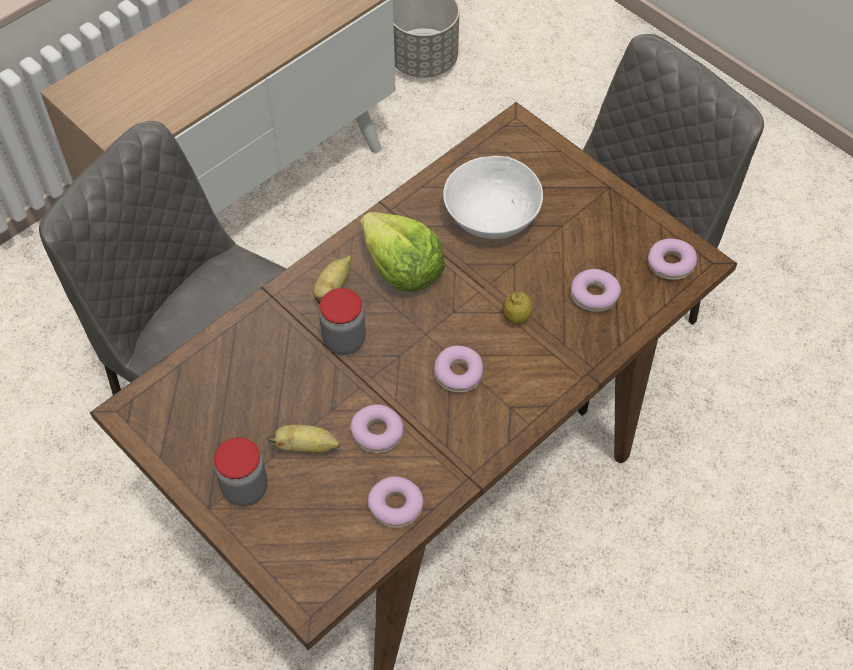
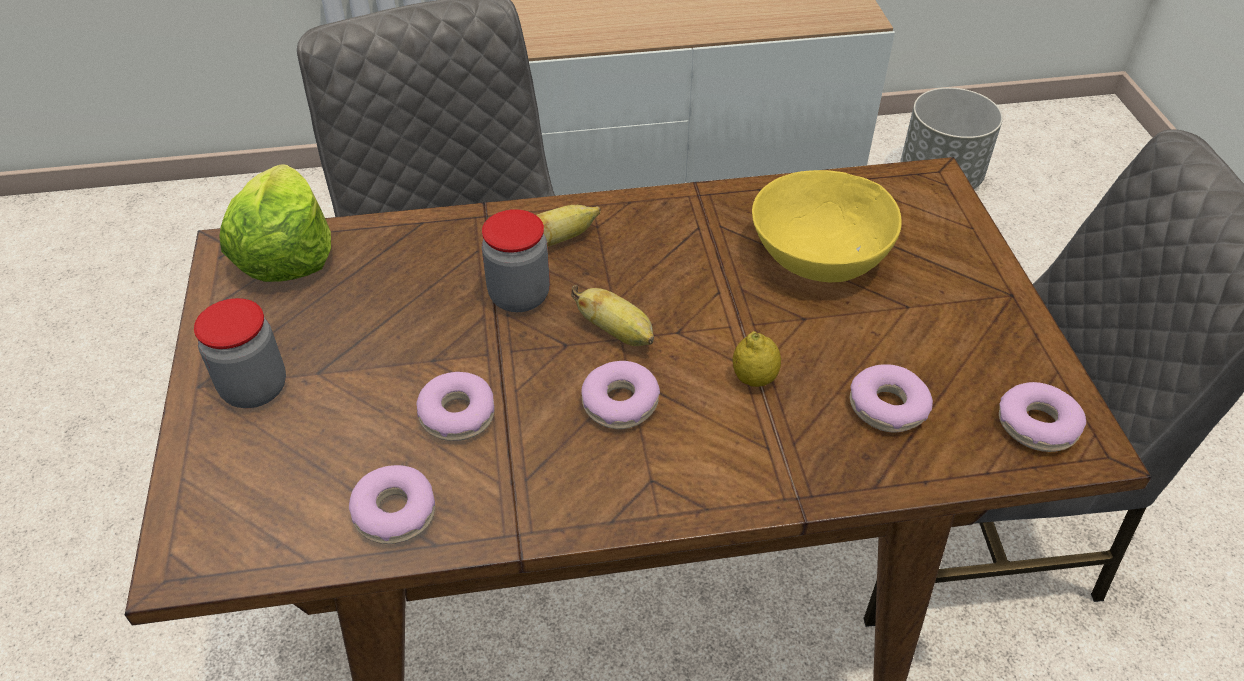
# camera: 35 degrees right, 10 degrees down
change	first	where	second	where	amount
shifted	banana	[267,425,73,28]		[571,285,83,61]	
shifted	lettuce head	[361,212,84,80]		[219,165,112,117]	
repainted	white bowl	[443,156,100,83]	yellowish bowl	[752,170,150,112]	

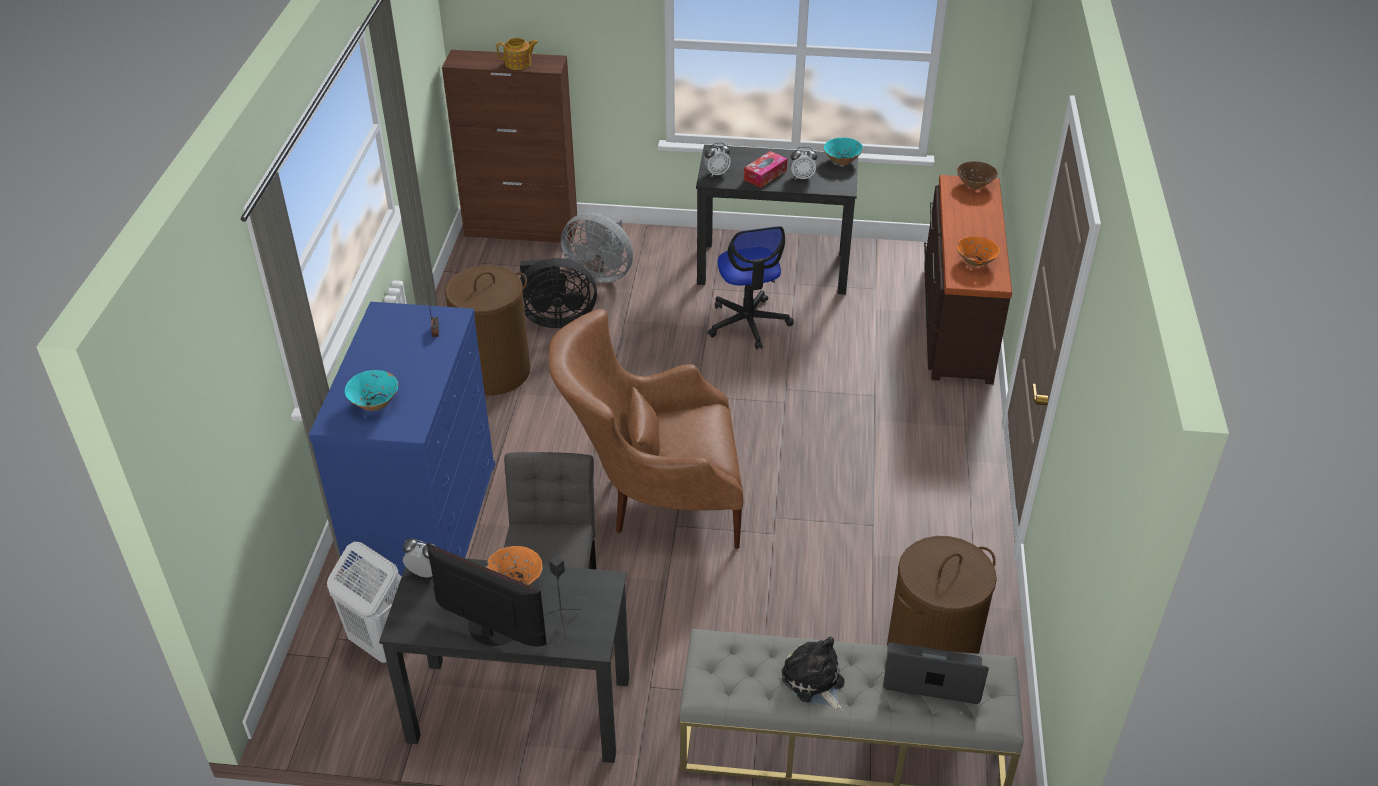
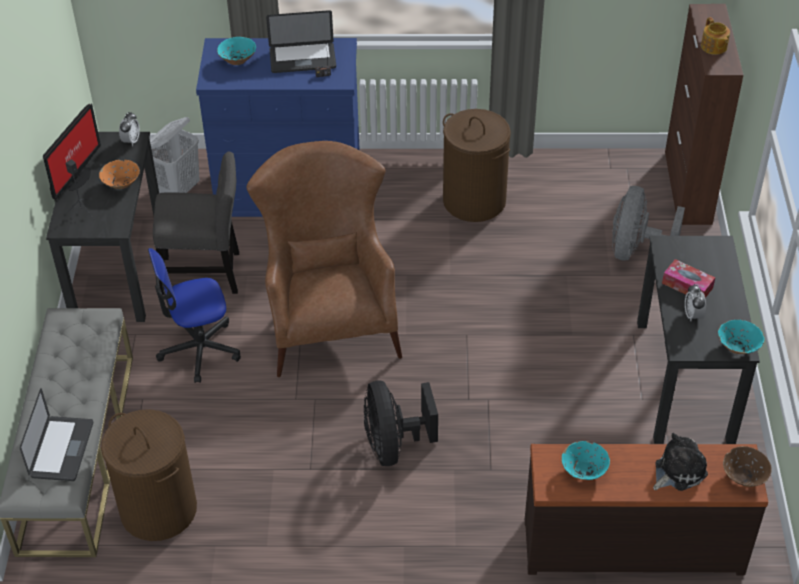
# camera: 85 degrees right, 5 degrees up
change	first	where	second	where	amount
gone	bedside clock	[704,142,27,35]			
new			portable computer	[266,10,70,63]	
shifted	black-coloured electric fan	[520,258,77,70]		[364,381,74,85]	
shifted	office chair	[708,226,86,123]		[148,248,93,135]	
shifted	cuddly toy	[782,637,62,74]		[653,433,55,58]	
repainted	orange-coloured bowl	[957,236,43,30]	turquoise bowl	[562,441,48,39]	

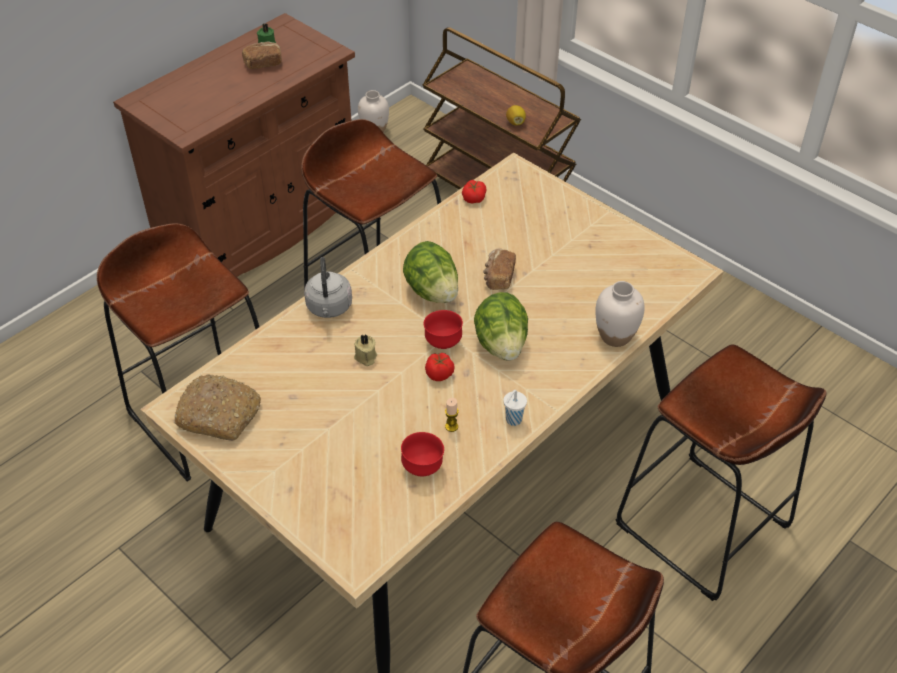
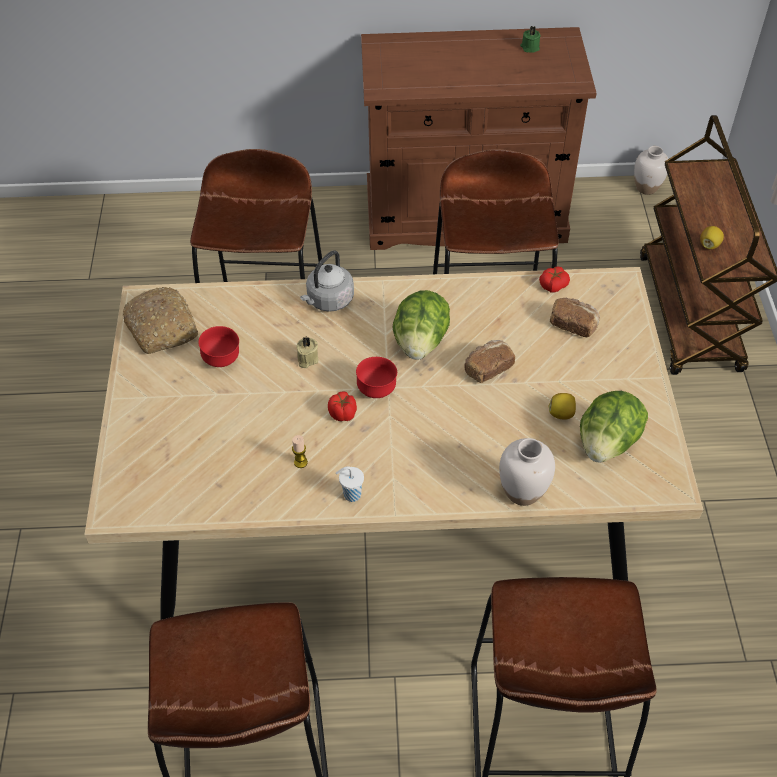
# camera: 45 degrees right, 5 degrees up
change	first	where	second	where	amount
new			citrus fruit	[549,393,27,27]	
shifted	baked bread	[242,41,40,28]		[550,298,50,39]	
shifted	red-coloured bowl	[401,432,43,44]		[198,326,41,41]	
shifted	lettuce head	[474,292,54,68]		[580,391,68,71]	

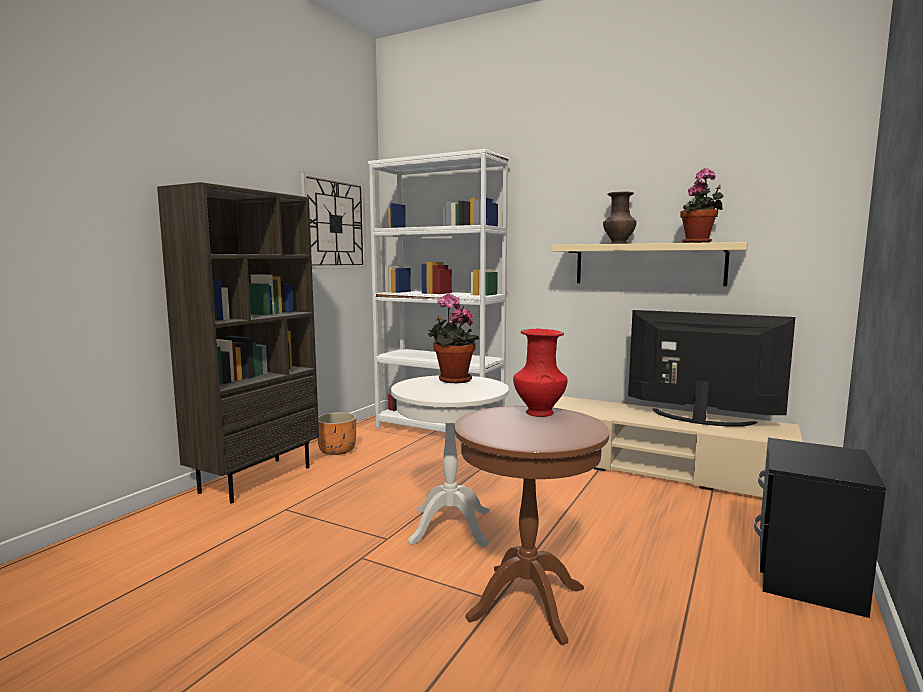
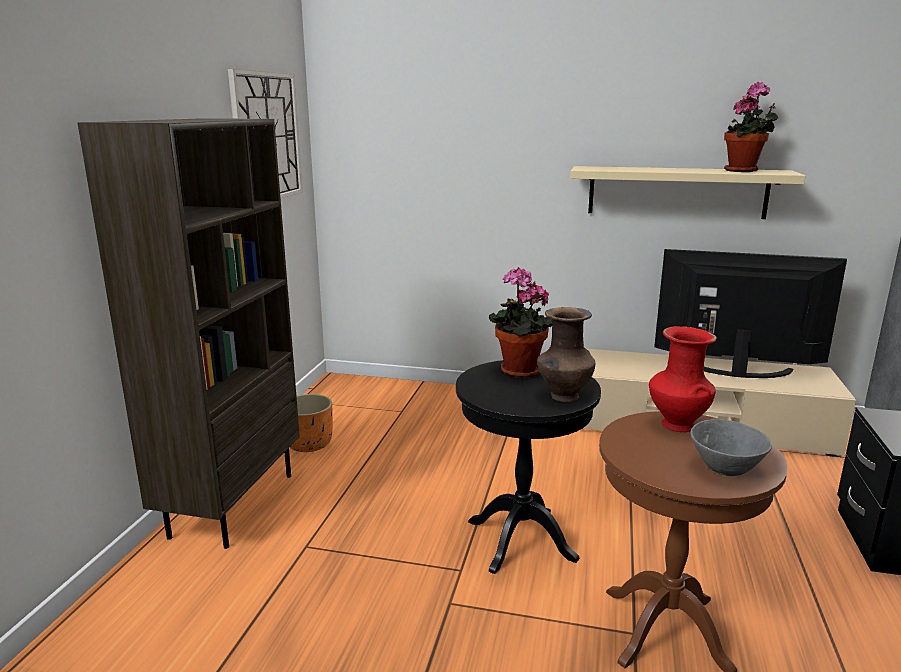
# camera: 15 degrees left, 10 degrees up
change	first	where	second	where	amount
gone	white bookcase	[368,149,141,283]			
new			gray bowl	[690,419,82,57]	
shifted	brownish decorative vase	[603,191,33,53]		[537,307,58,95]	
repainted	white end table	[391,375,118,172]	black-coloured end table	[456,360,145,214]	

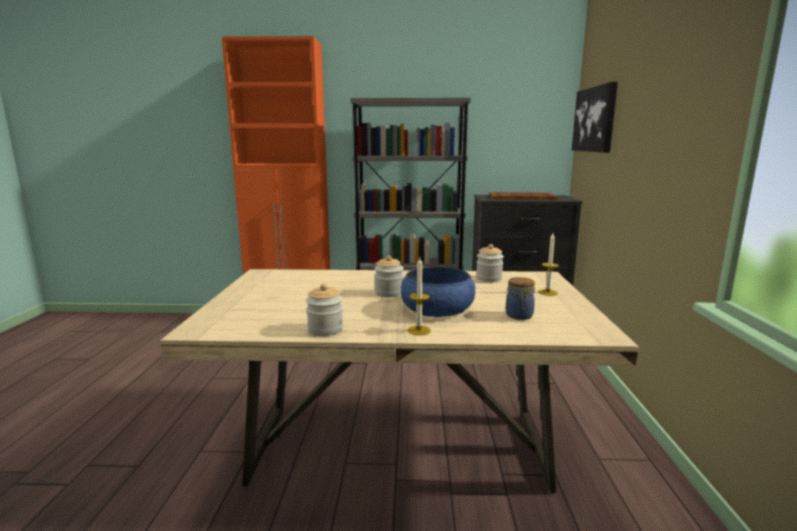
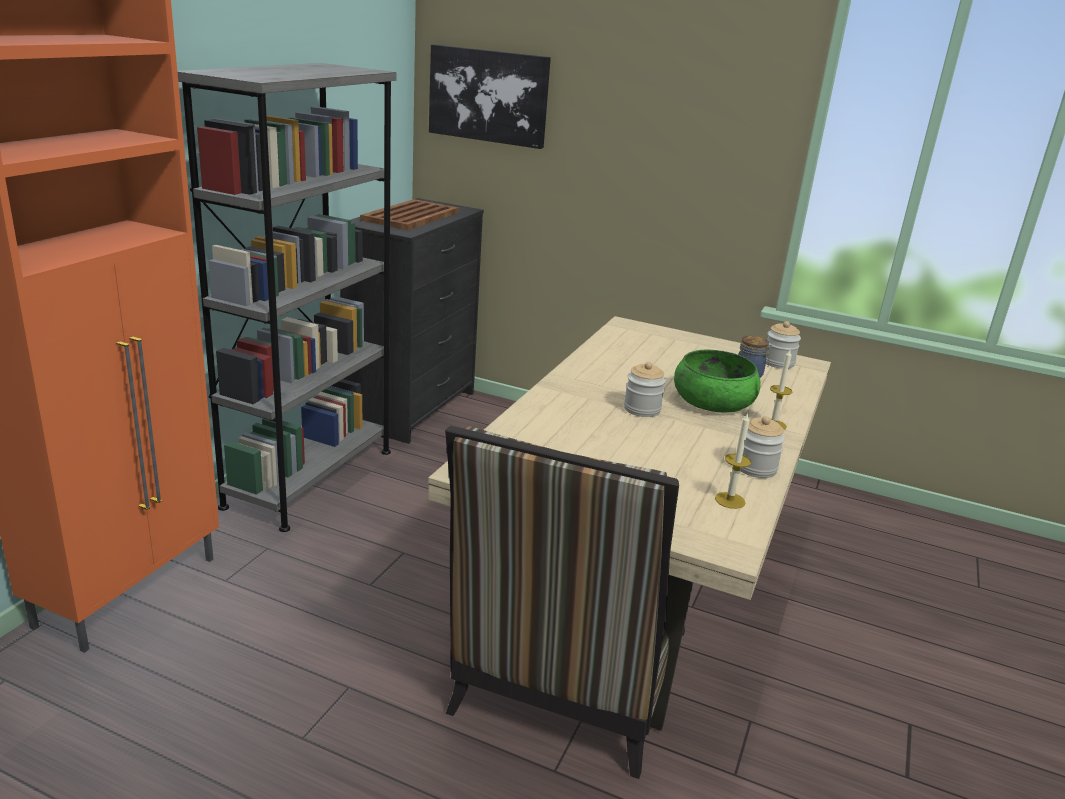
# camera: 70 degrees left, 10 degrees up
change	first	where	second	where	amount
new			upright chair	[445,426,240,353]	
shifted	storage jar	[476,244,28,38]		[766,321,35,48]	
shifted	wax candle	[538,234,21,62]		[715,412,37,97]	
repainted	blue-coloured bowl	[401,267,74,50]	green-coloured bowl	[674,350,86,62]	

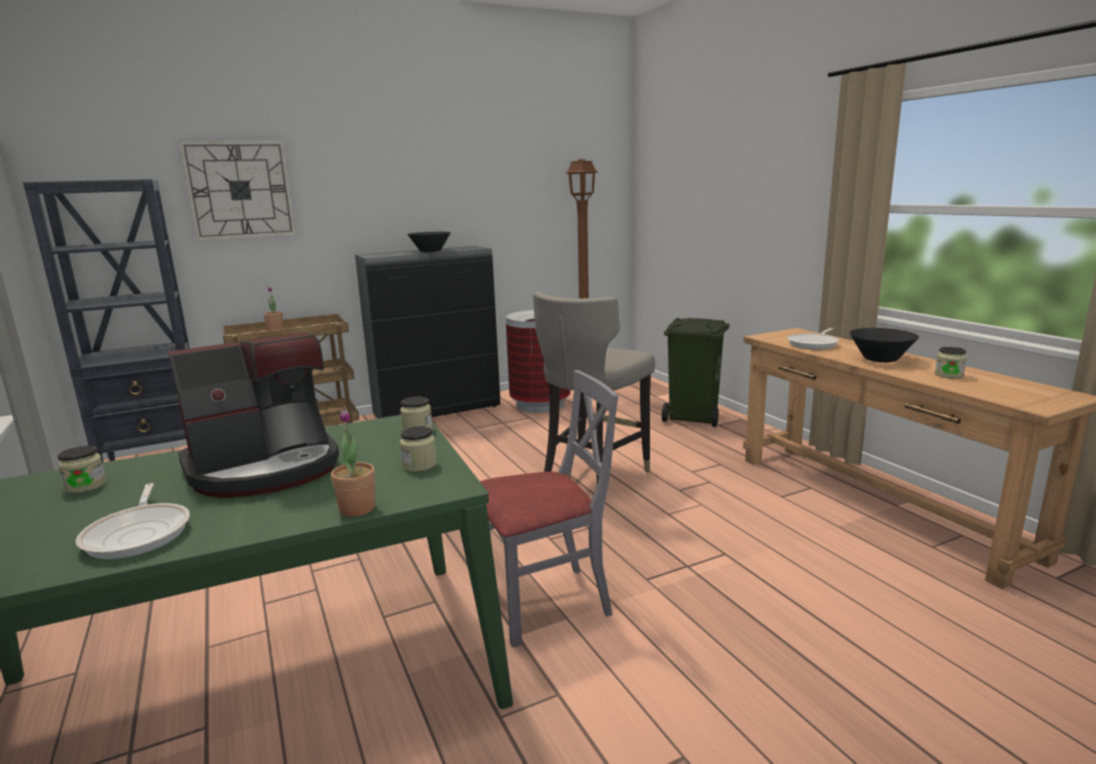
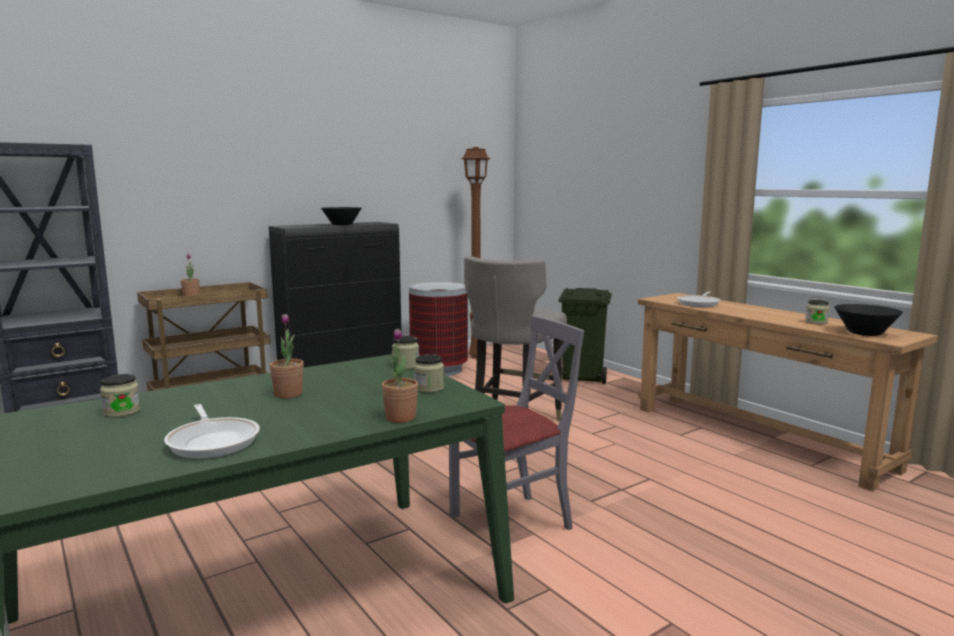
# camera: 10 degrees left, 5 degrees down
change	first	where	second	where	amount
gone	hanging clock	[179,141,117,100]			
shifted	black-coloured bowl	[850,328,69,35]		[834,304,69,32]	
swapped	coffee maker	[168,333,171,165]	houseplant	[270,314,34,84]	

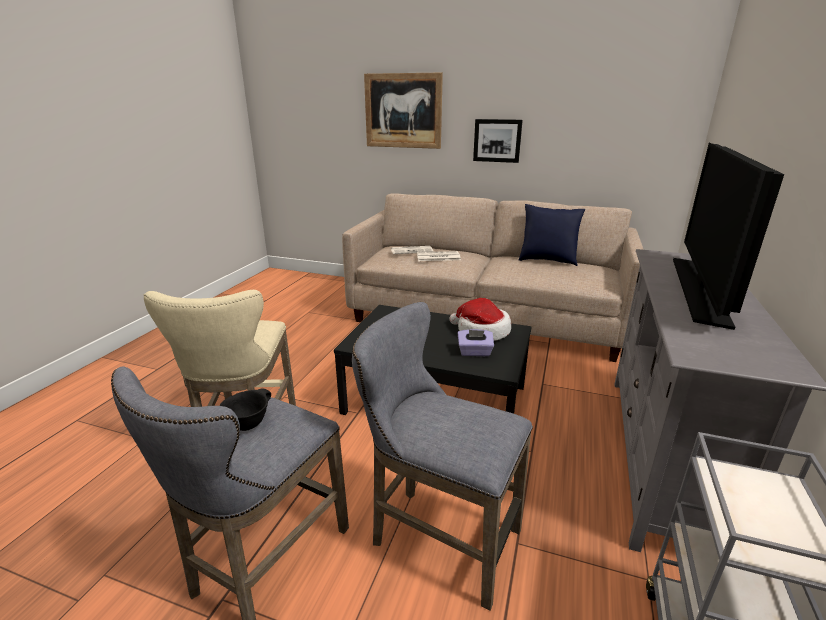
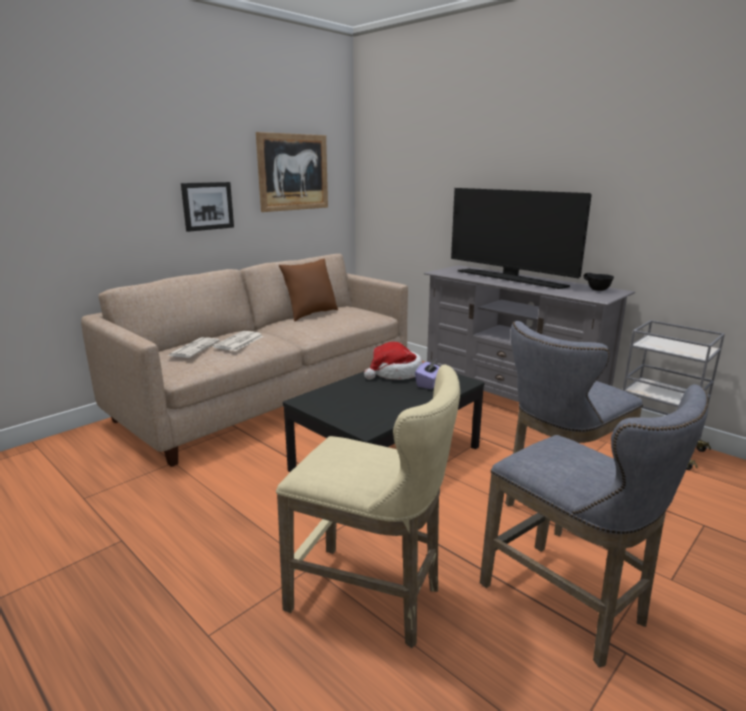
# camera: 65 degrees left, 5 degrees down
change	first	where	second	where	amount
shifted	black-coloured bowl	[219,388,52,43]		[584,273,30,18]	
shifted	picture	[364,72,79,77]		[256,132,72,80]	
repainted	blue-coloured pillow	[519,204,66,62]	brownish pillow	[279,259,59,62]	

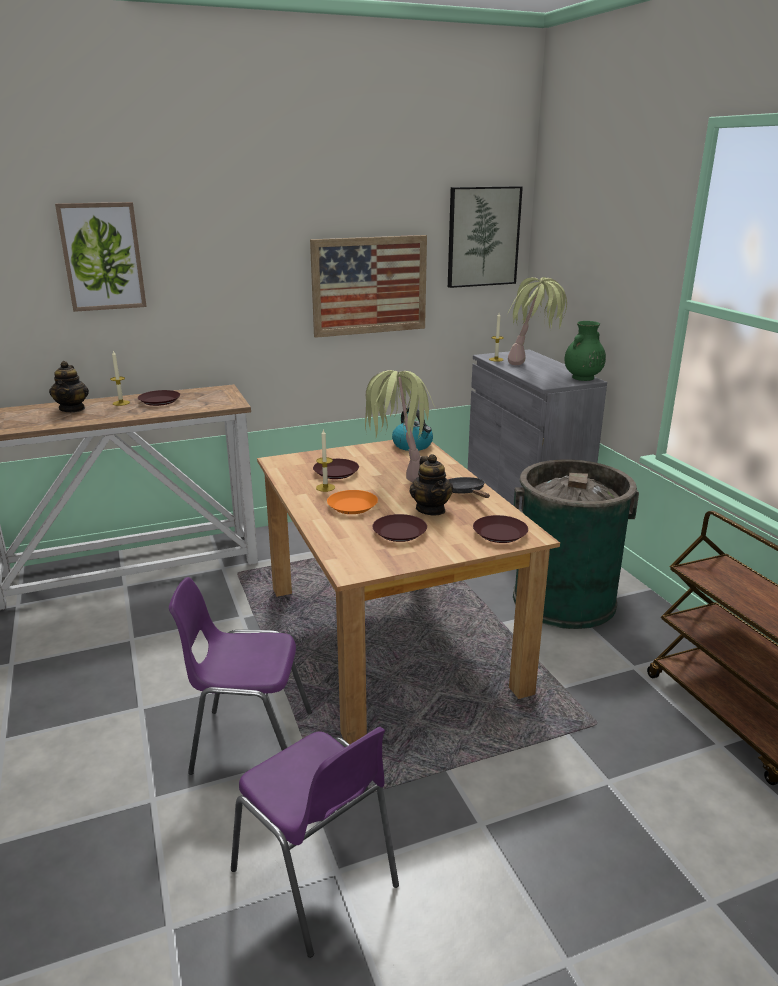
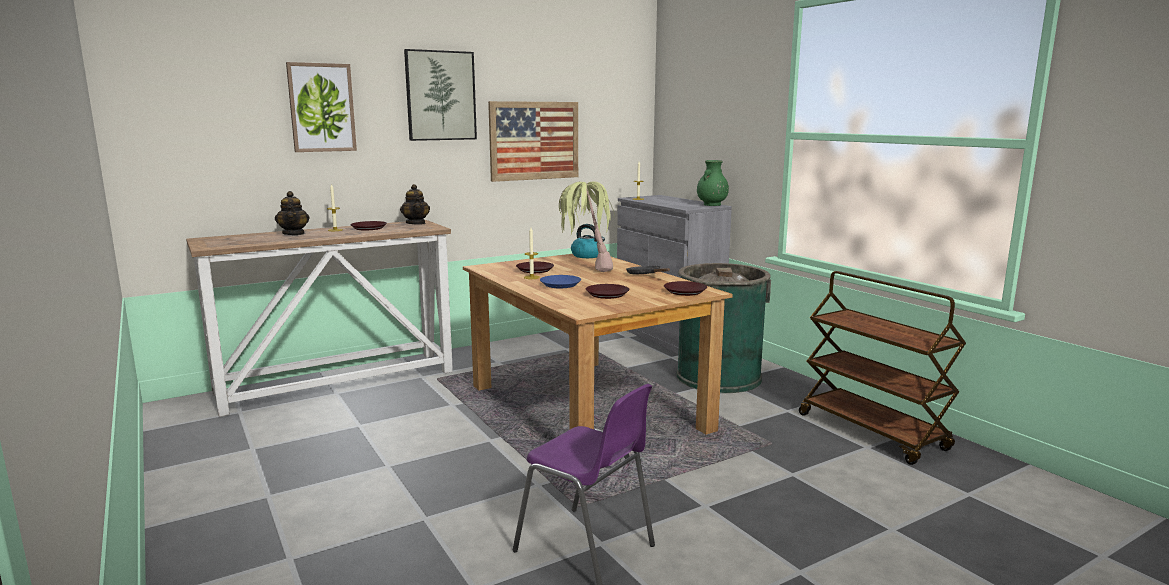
# camera: 10 degrees left, 10 degrees down
change	first	where	second	where	amount
gone	purplish upright chair	[169,577,143,198]			
gone	houseplant	[507,277,60,88]			
shifted	pot for tea	[410,454,43,61]		[400,184,30,40]	
shifted	picture	[448,186,75,102]		[404,49,73,92]	
repainted	orange-coloured plate	[327,490,51,24]	blue-coloured plate	[540,275,41,13]	

